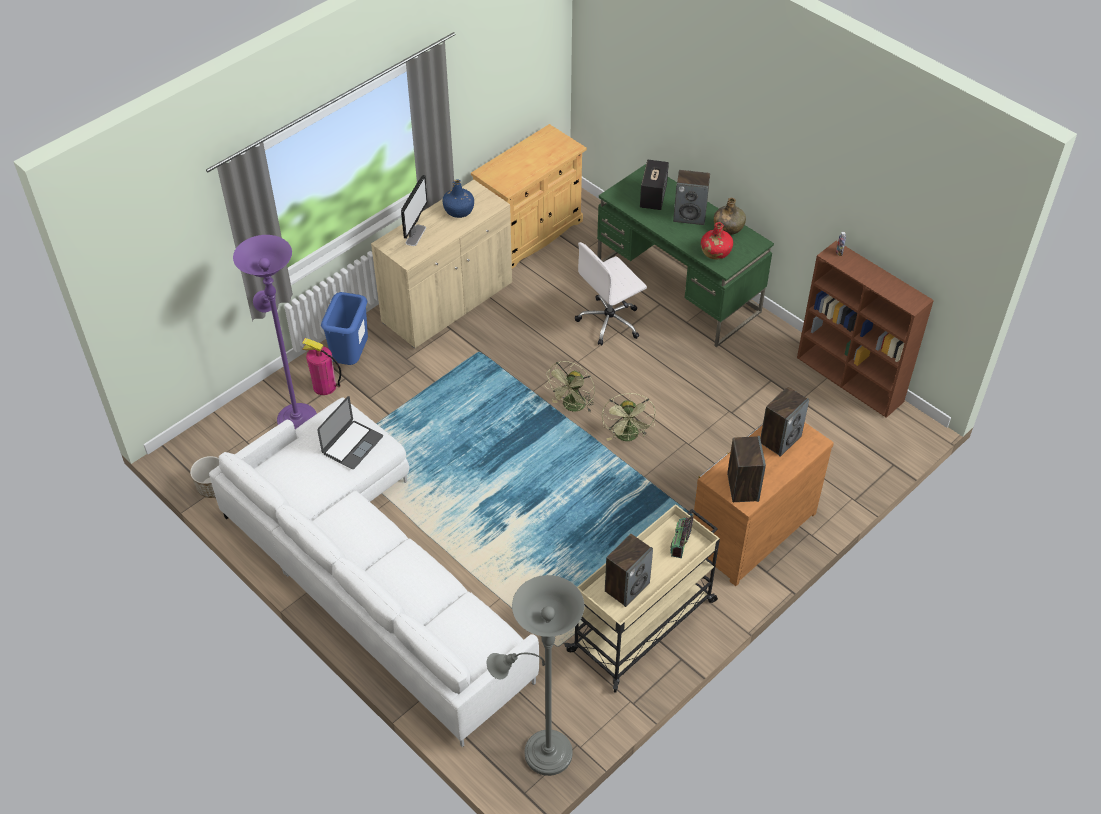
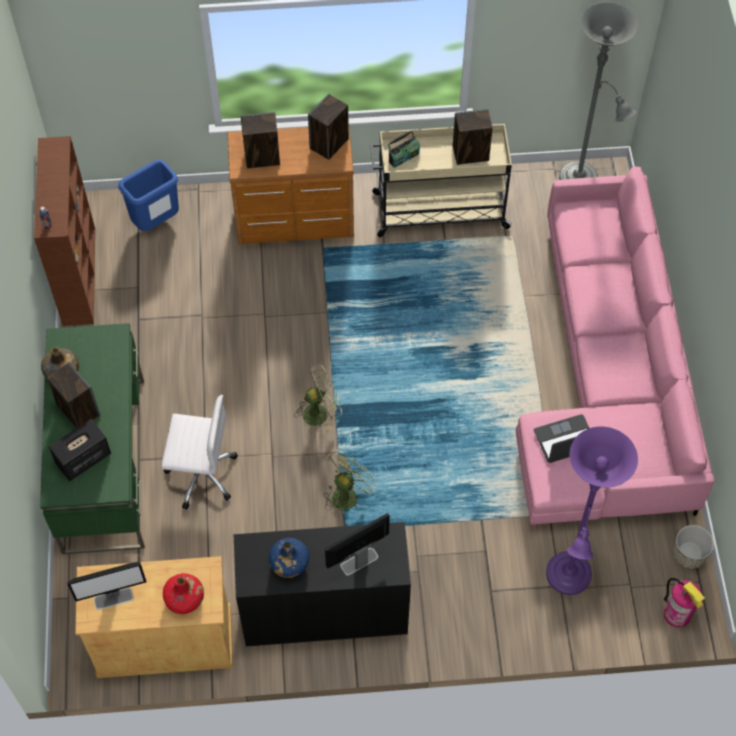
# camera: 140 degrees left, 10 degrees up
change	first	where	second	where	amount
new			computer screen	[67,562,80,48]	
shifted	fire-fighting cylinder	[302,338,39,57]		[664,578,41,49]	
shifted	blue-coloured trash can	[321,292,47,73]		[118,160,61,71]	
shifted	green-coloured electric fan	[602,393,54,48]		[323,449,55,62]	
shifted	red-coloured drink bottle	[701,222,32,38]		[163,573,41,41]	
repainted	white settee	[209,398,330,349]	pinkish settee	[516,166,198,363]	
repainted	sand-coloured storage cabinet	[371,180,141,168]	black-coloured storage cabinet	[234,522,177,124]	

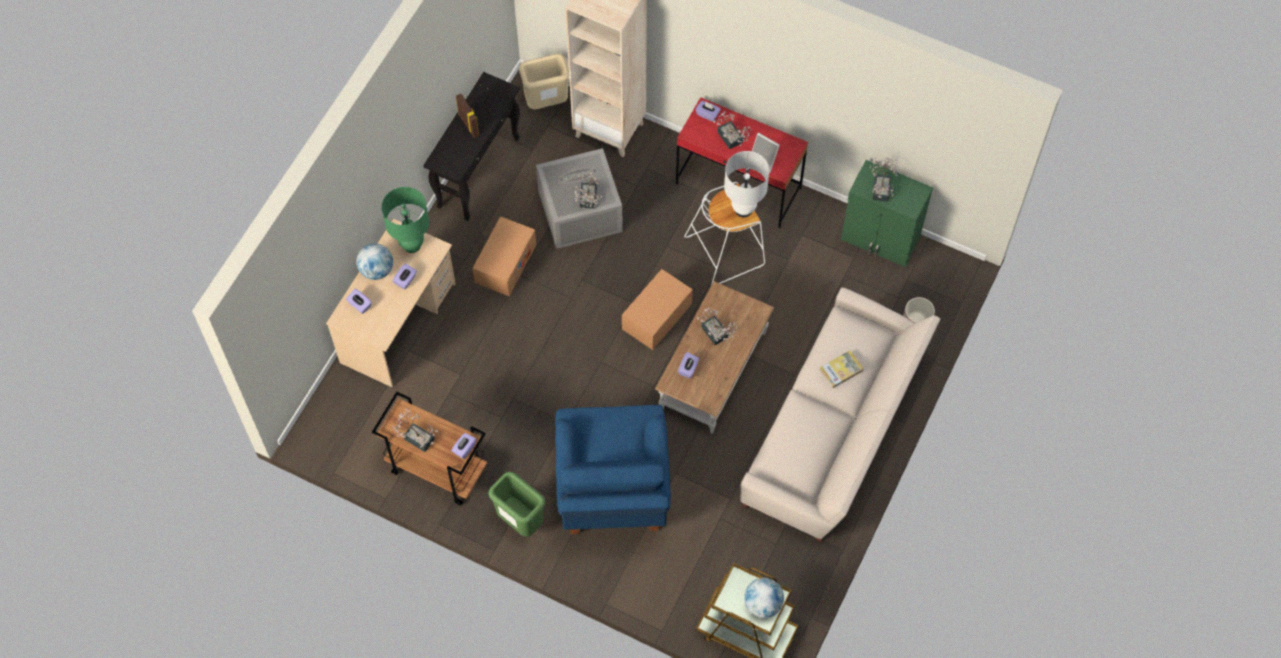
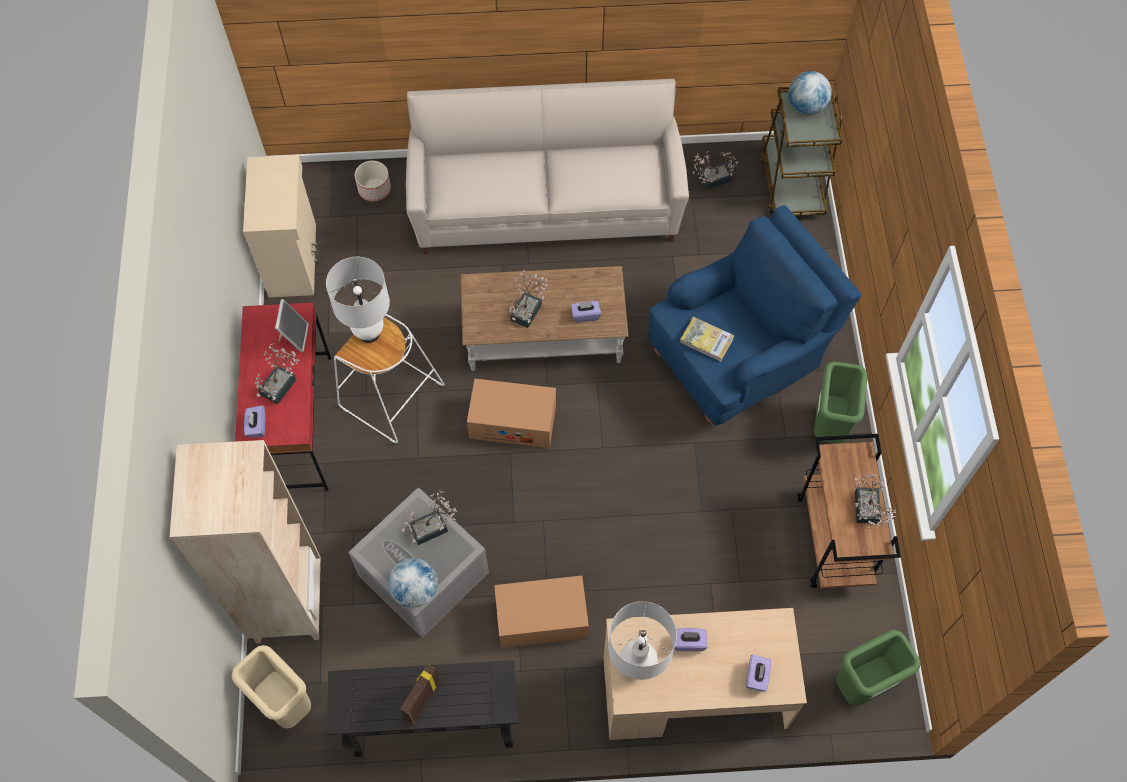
# camera: 120 degrees left, 0 degrees up
change	first	where	second	where	amount
gone	purplish tissue box	[451,433,26,26]			
new			green-coloured trash can	[836,630,84,76]	
shifted	world globe	[356,243,37,37]		[388,558,50,50]	
shifted	bound book	[819,351,45,37]		[680,317,54,44]	
shifted	houseplant	[870,157,28,45]		[693,151,45,38]	
repainted	green-coloured tabletop lamp	[382,187,47,66]	white tabletop lamp	[608,601,69,79]	
repainted	green-coloured storage cabinet	[841,160,92,107]	sand-coloured storage cabinet	[243,155,77,143]	

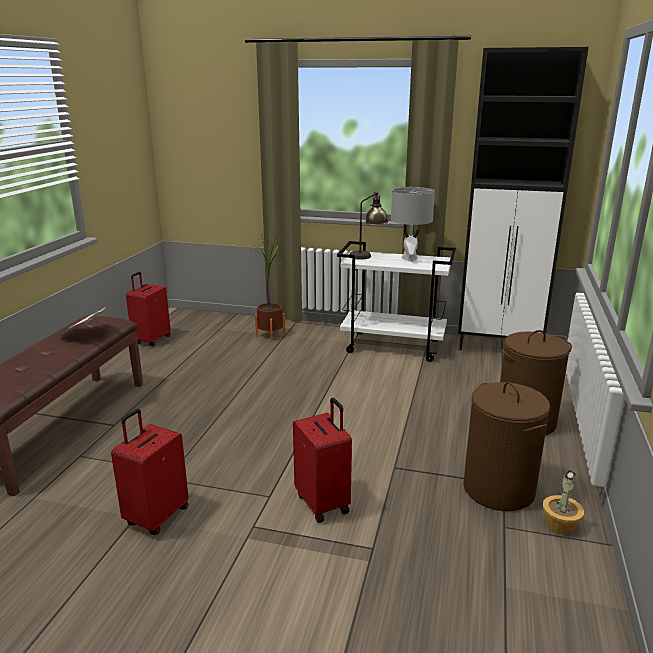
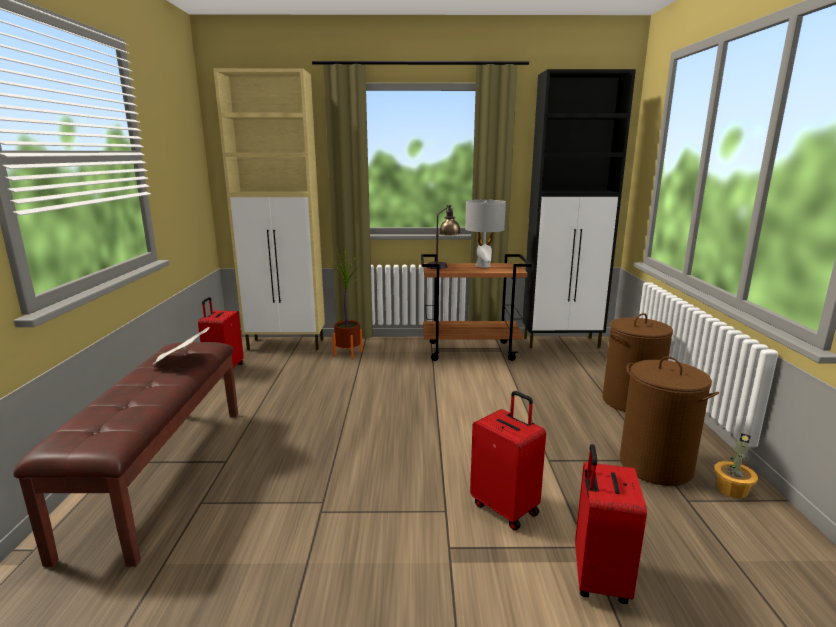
# camera: 15 degrees left, 5 degrees down
change	first	where	second	where	amount
new			sand-coloured storage cabinet	[213,68,112,282]	
shifted	red-coloured travel case	[111,409,77,126]		[575,444,72,160]	
repainted	white cart	[337,241,119,121]	brownish cart	[421,254,111,107]	

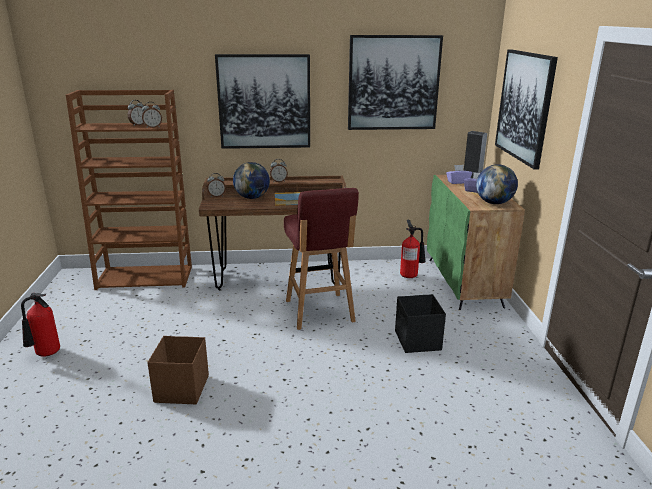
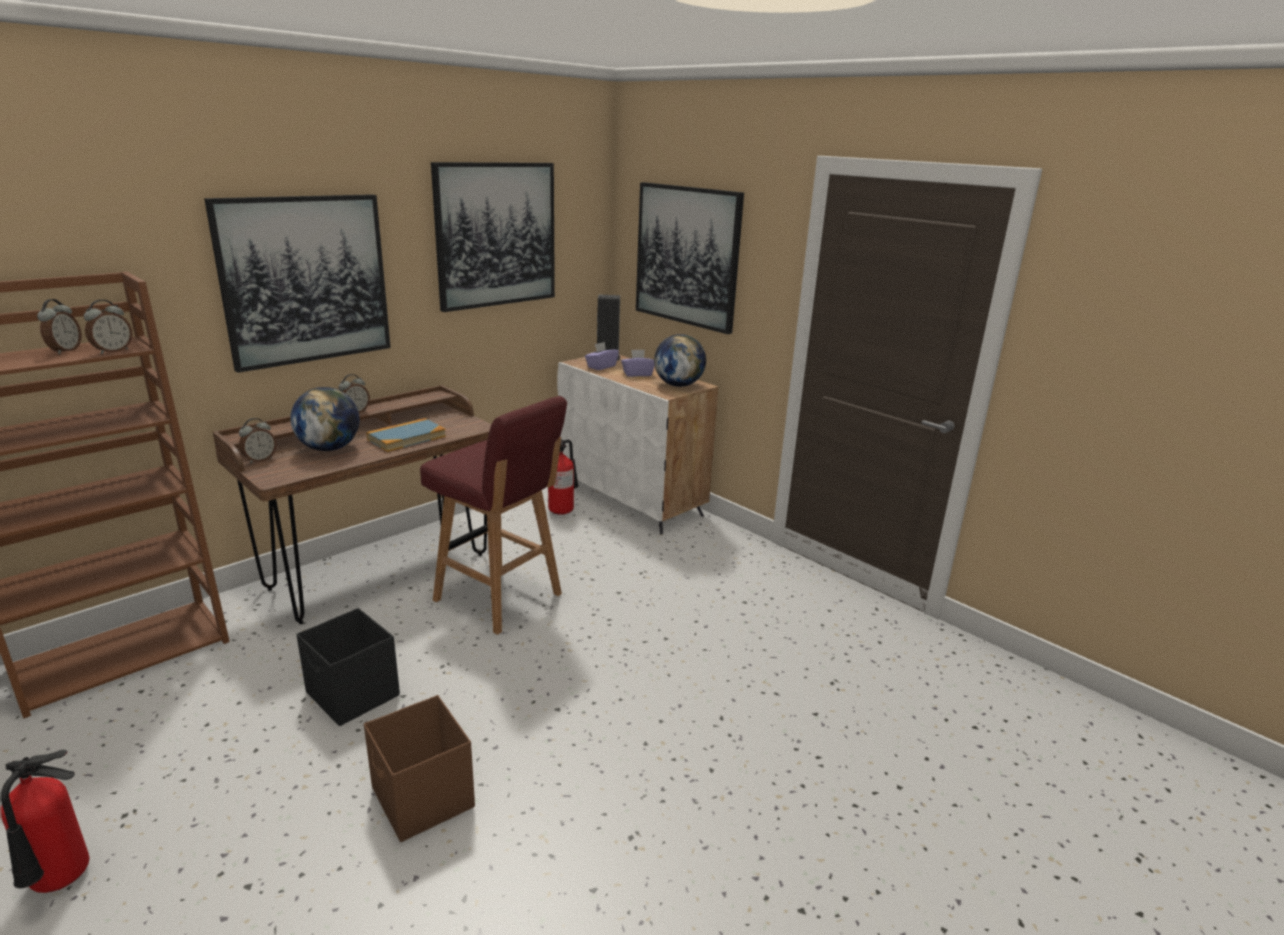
# camera: 40 degrees left, 0 degrees up
change	first	where	second	where	amount
shifted	black-coloured storage box	[395,294,51,59]		[296,608,104,118]	
repainted	green-coloured storage cabinet	[427,175,98,135]	white storage cabinet	[557,355,161,180]	

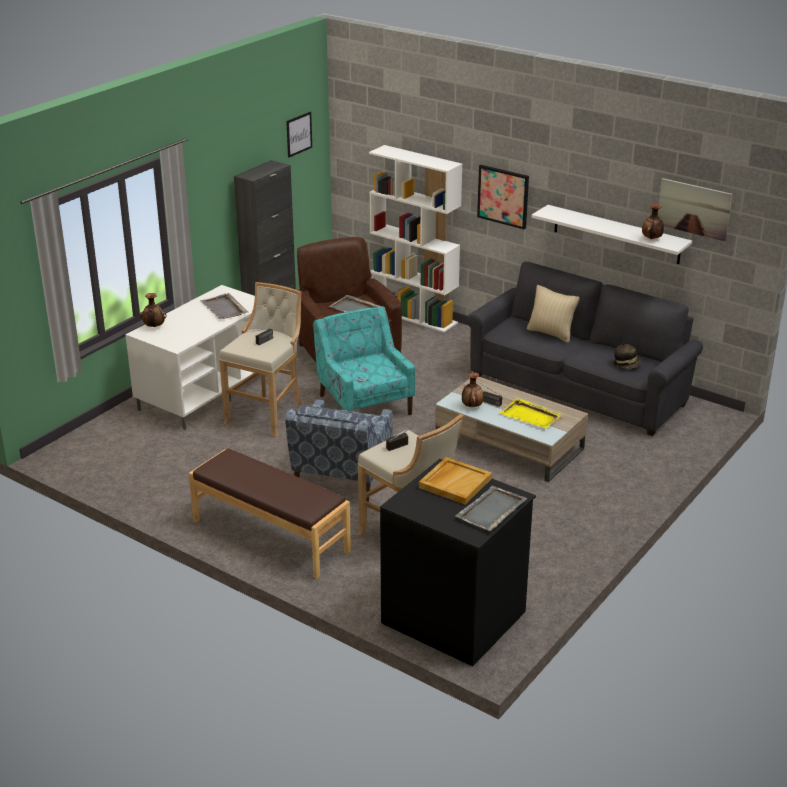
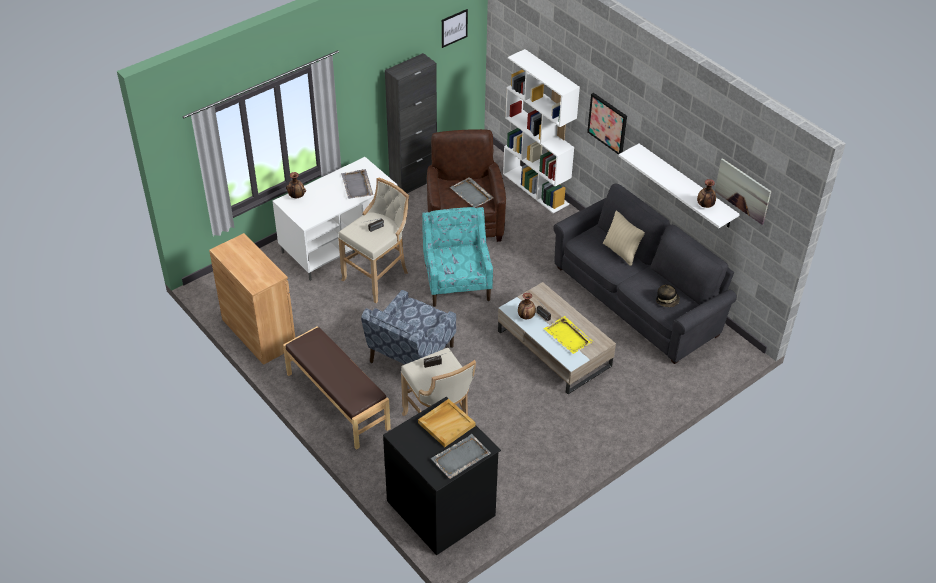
# camera: 15 degrees right, 15 degrees up
change	first	where	second	where	amount
new			brownish storage cabinet	[209,233,86,132]	

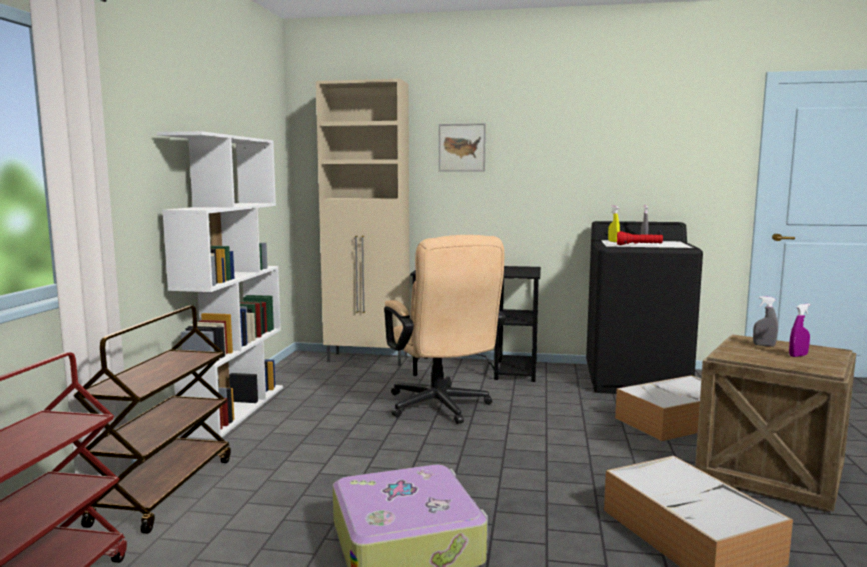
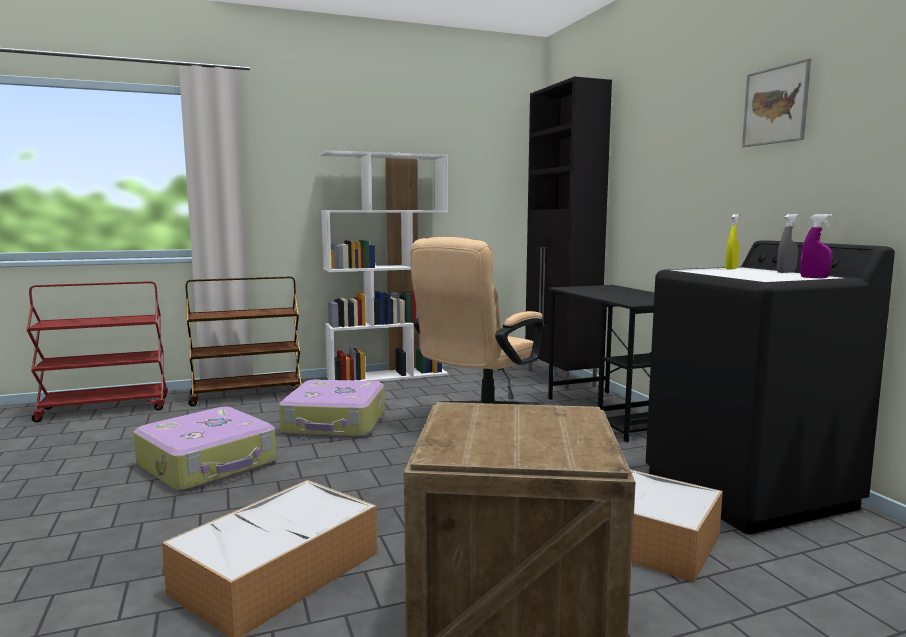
# camera: 60 degrees right, 0 degrees up
change	first	where	second	where	amount
gone	red-coloured hand torch	[617,231,46,14]			
gone	gray sprayer	[753,296,25,50]			
new			travel case	[279,380,106,58]	
shifted	picture	[439,123,47,49]		[742,58,69,89]	
shifted	purplish sprayer	[789,304,21,53]		[800,214,33,64]	
repainted	sand-coloured storage cabinet	[316,79,94,287]	black-coloured storage cabinet	[525,77,87,313]	

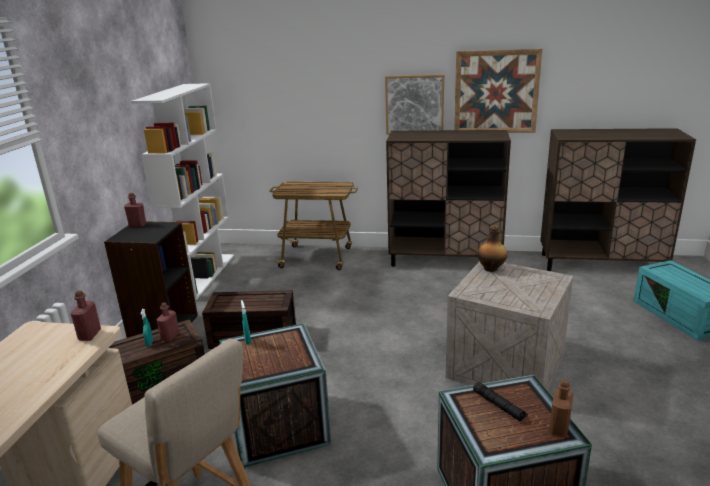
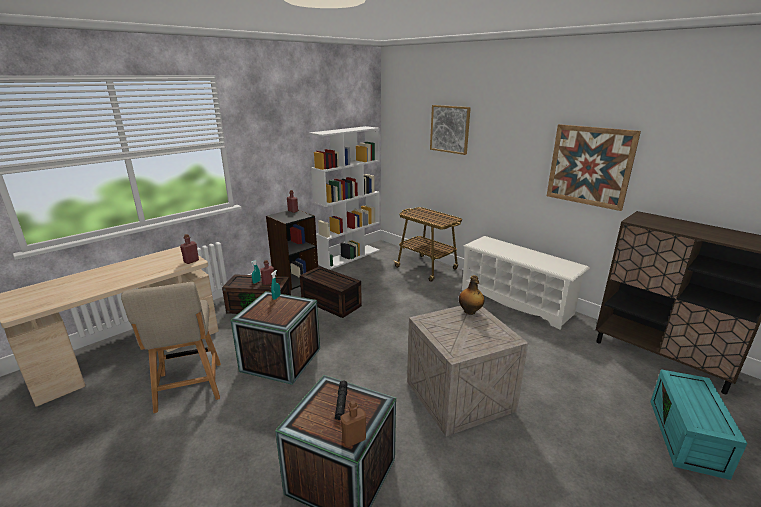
# camera: 35 degrees right, 0 degrees up
change	first	where	second	where	amount
shifted	picture	[385,74,59,61]		[430,105,41,50]	
swapped	brownish storage cabinet	[386,130,125,137]	white shoe stand	[462,236,128,94]	

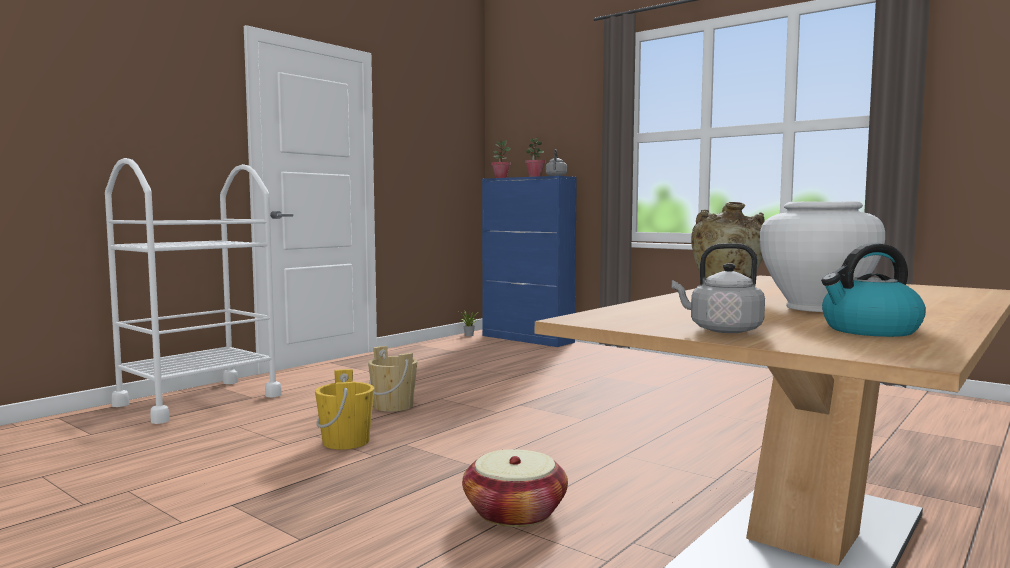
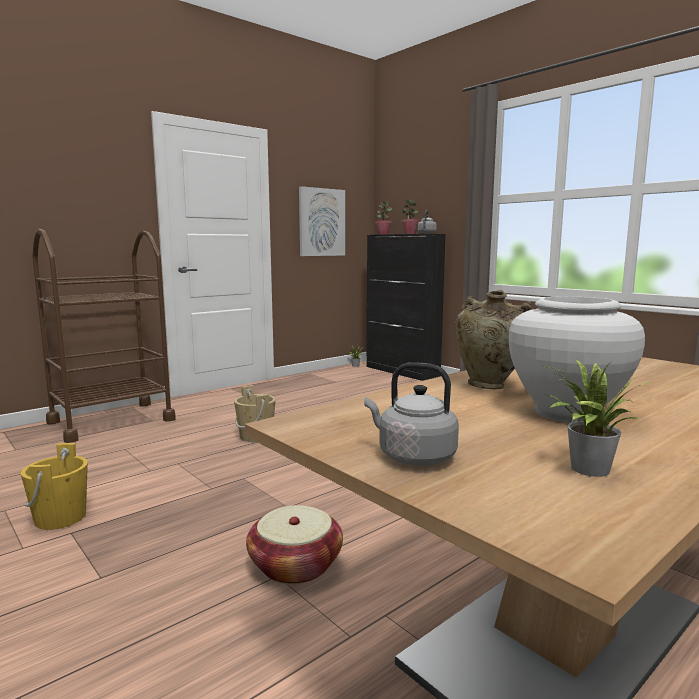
# camera: 10 degrees right, 5 degrees up
change	first	where	second	where	amount
new			picture	[299,186,46,70]	
shifted	yellowish bucket	[315,369,59,81]		[21,443,67,87]	
swapped	water kettle	[821,243,105,94]	houseplant	[545,360,102,117]	
repainted	white cart	[105,158,177,266]	brownish cart	[32,229,144,214]	
repainted	blue-coloured storage cabinet	[482,176,95,171]	black-coloured storage cabinet	[366,234,80,147]	

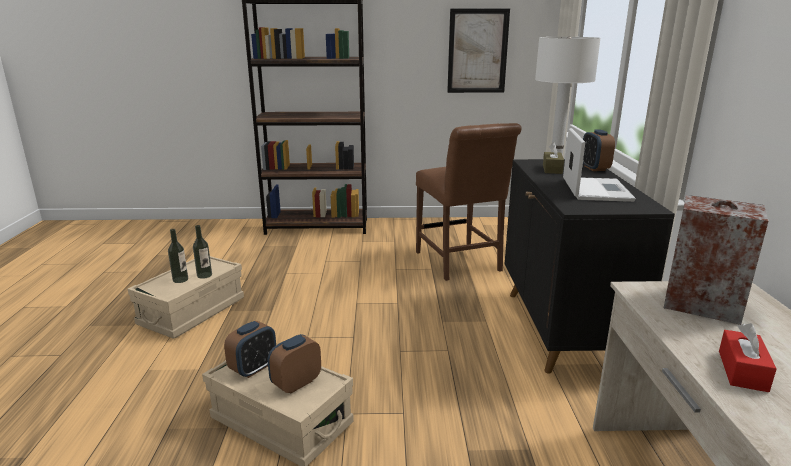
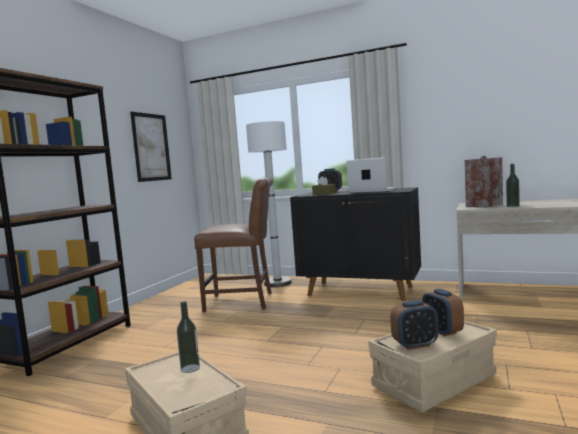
# camera: 65 degrees left, 15 degrees down
change	first	where	second	where	amount
gone	red-coloured tissue box	[719,323,58,69]			
shifted	drink bottle	[168,229,20,54]		[506,164,14,43]	
rotated	bedside clock	[224,321,52,57]		[390,300,49,50]	105 degrees clockwise

